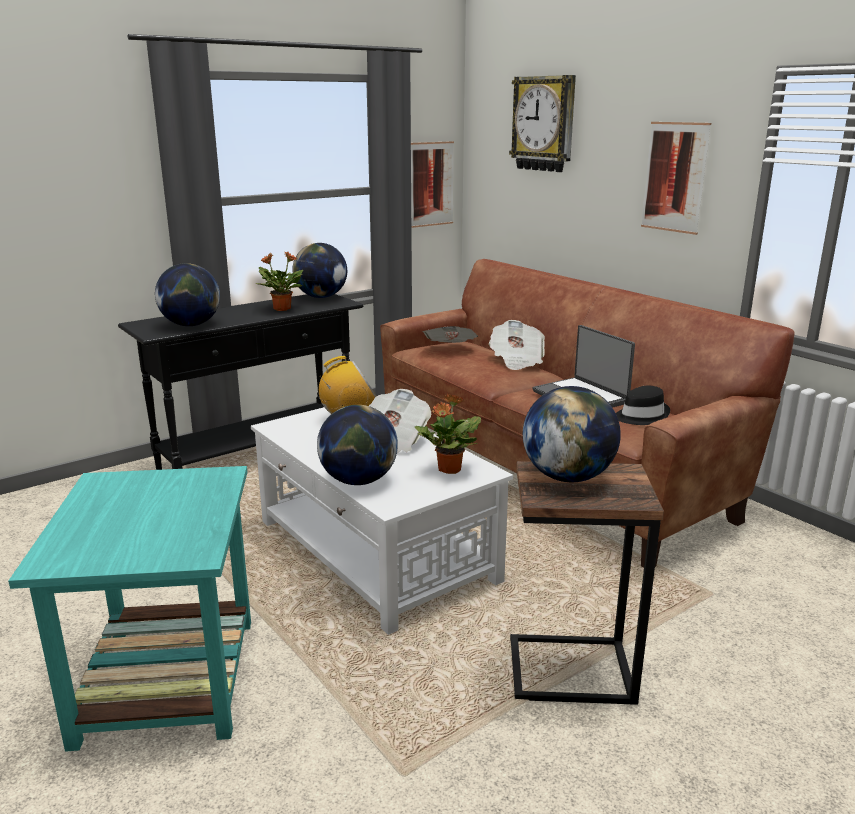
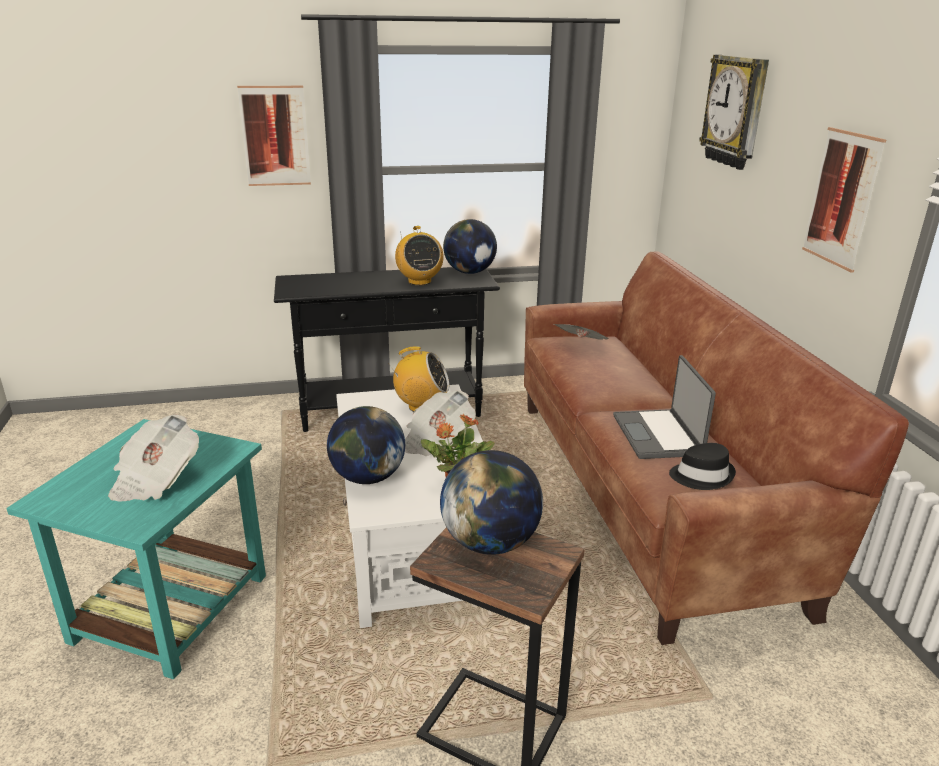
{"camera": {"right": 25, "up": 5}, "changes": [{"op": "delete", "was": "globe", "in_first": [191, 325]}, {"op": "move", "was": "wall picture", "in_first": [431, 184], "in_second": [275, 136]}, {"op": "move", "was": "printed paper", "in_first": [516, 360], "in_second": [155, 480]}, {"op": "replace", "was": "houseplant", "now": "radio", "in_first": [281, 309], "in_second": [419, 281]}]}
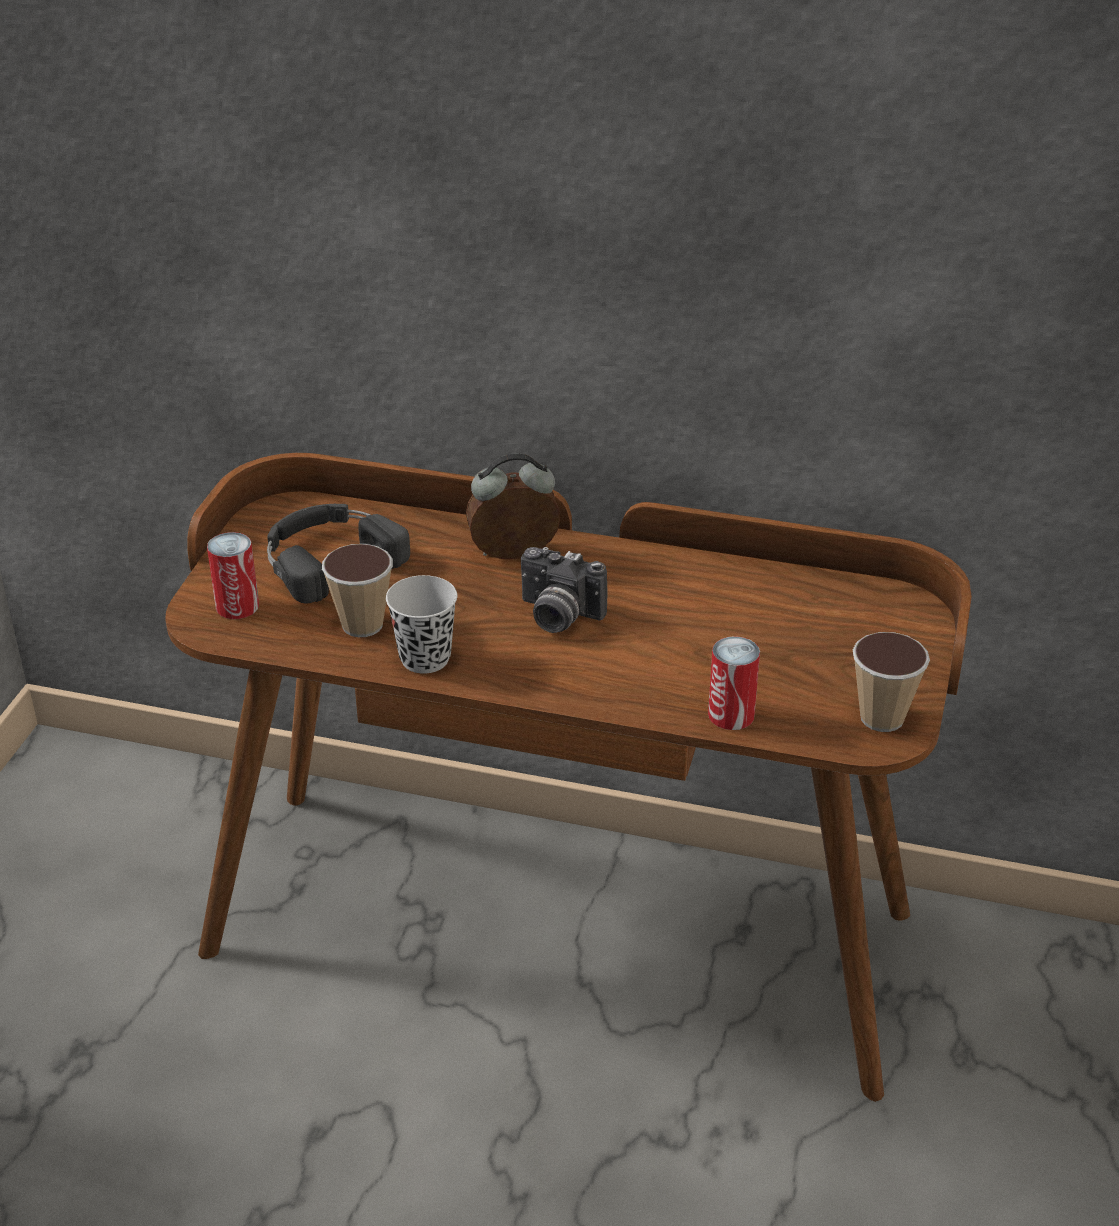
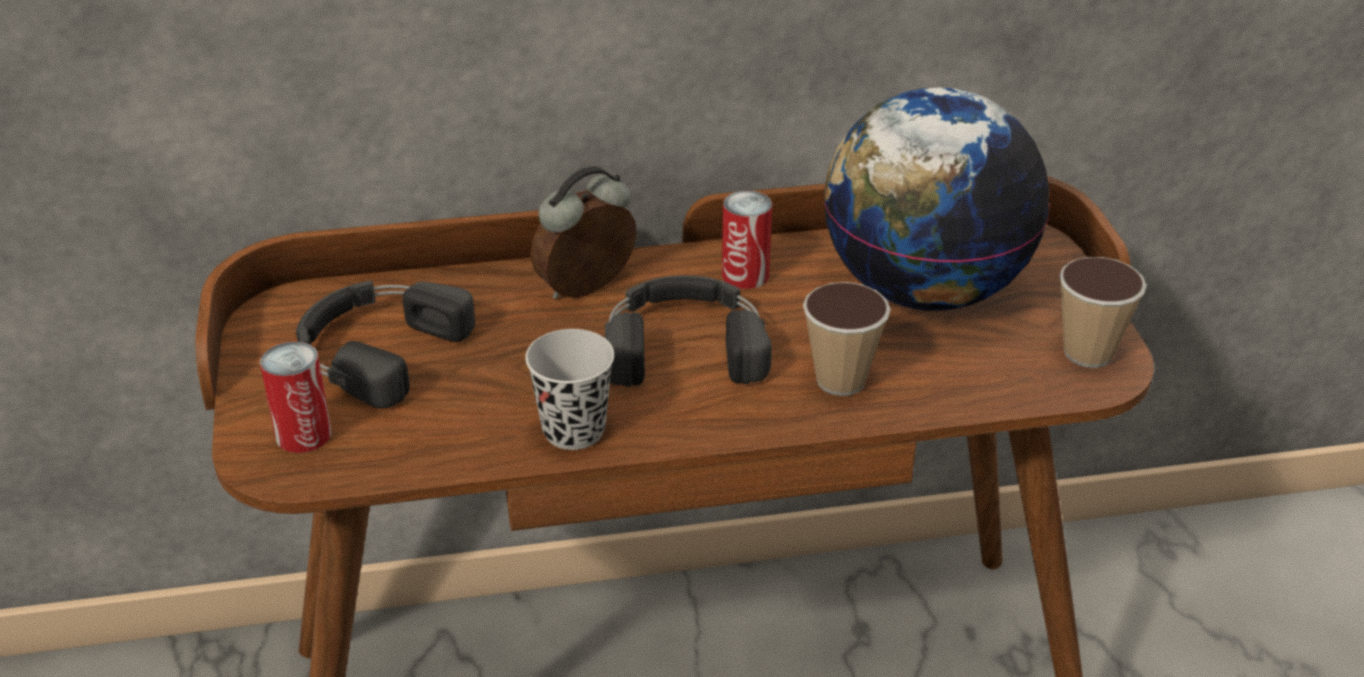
{"camera": {"right": -25, "up": 0}, "changes": [{"op": "insert", "now": "globe", "in_second": [924, 290]}, {"op": "move", "was": "drinking cup", "in_first": [362, 625], "in_second": [840, 380]}, {"op": "move", "was": "sealed can", "in_first": [731, 715], "in_second": [745, 275]}, {"op": "replace", "was": "photo camera", "now": "black pair of headphones", "in_first": [557, 616], "in_second": [684, 342]}]}
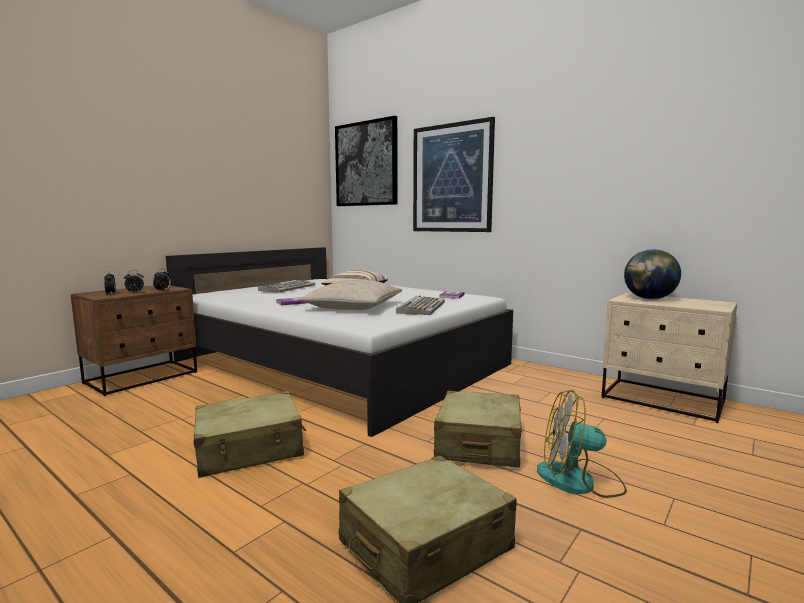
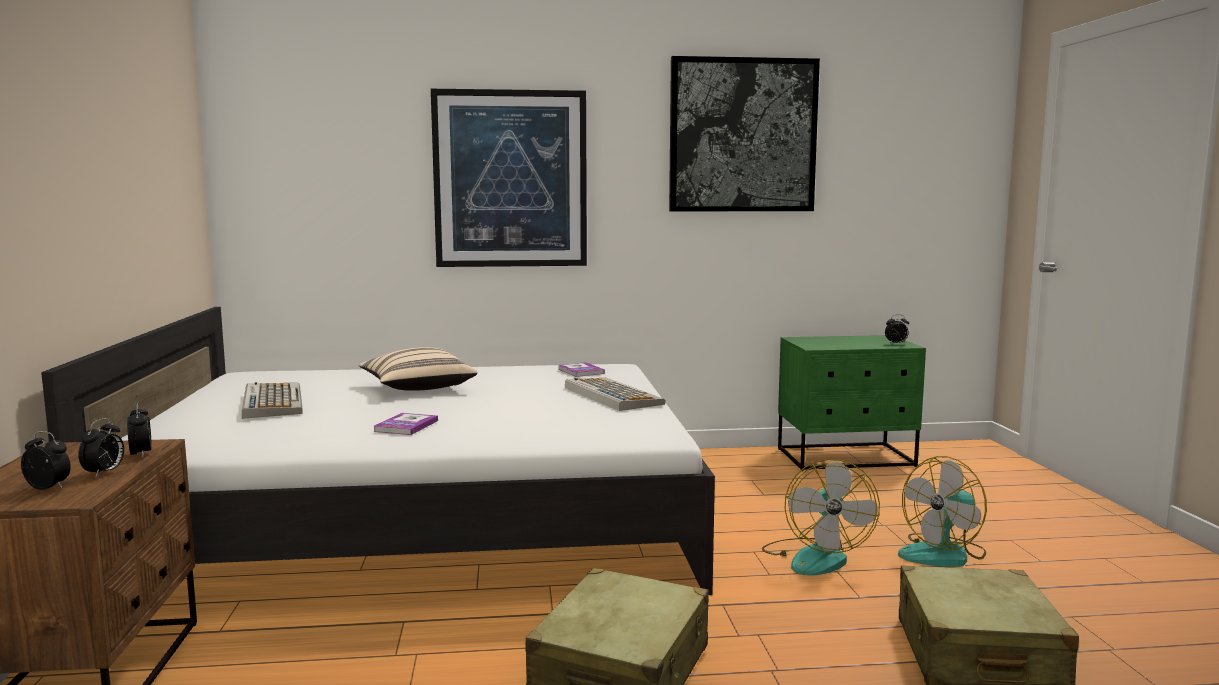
{"camera": {"right": -45, "up": 0}, "changes": [{"op": "delete", "was": "beige-coloured throw pillow", "in_first": [353, 307]}, {"op": "delete", "was": "globe", "in_first": [649, 299]}, {"op": "insert", "now": "alarm clock", "in_second": [896, 344]}, {"op": "move", "was": "wall picture", "in_first": [366, 164], "in_second": [742, 135]}, {"op": "replace", "was": "beige-coloured travel case", "now": "electric fan", "in_first": [478, 444], "in_second": [815, 557]}, {"op": "recolor", "was": "beige-coloured nightstand", "now": "green-coloured nightstand", "in_first": [662, 400], "in_second": [846, 458]}]}
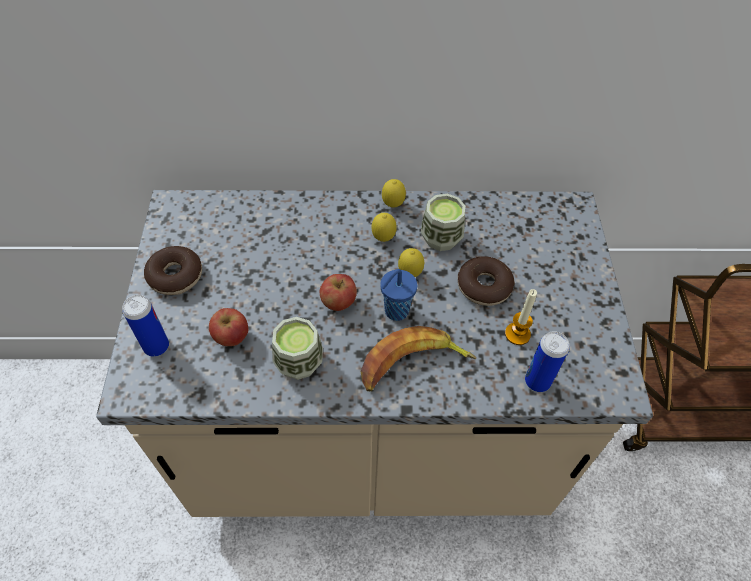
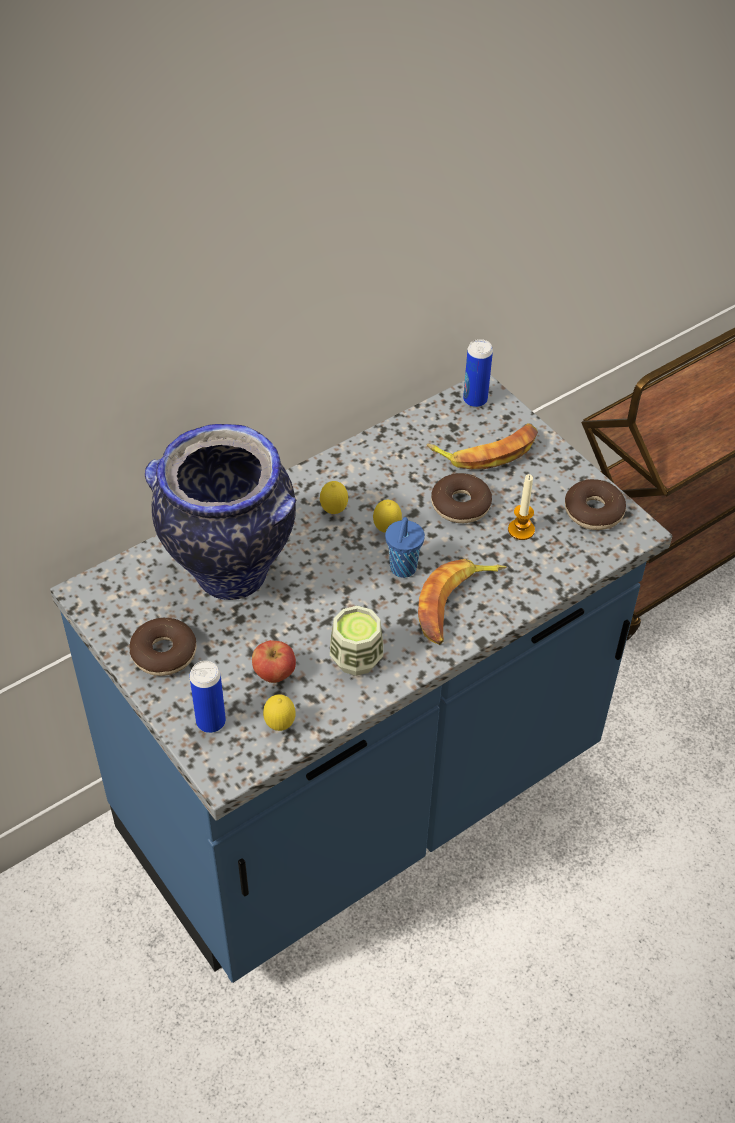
{"camera": {"right": -35, "up": -5}, "changes": [{"op": "delete", "was": "apple fruit", "in_first": [338, 302]}, {"op": "delete", "was": "drinking cup", "in_first": [441, 238]}, {"op": "insert", "now": "flower vase", "in_second": [229, 575]}, {"op": "insert", "now": "banana fruit", "in_second": [487, 451]}, {"op": "insert", "now": "doughnut", "in_second": [593, 511]}, {"op": "move", "was": "whole lemon", "in_first": [393, 205], "in_second": [280, 725]}, {"op": "move", "was": "sealed can", "in_first": [537, 381], "in_second": [475, 400]}, {"op": "recolor", "was": "beige-coloured kitchen base unit", "now": "blue kitchen base unit", "in_first": [371, 447], "in_second": [362, 800]}]}
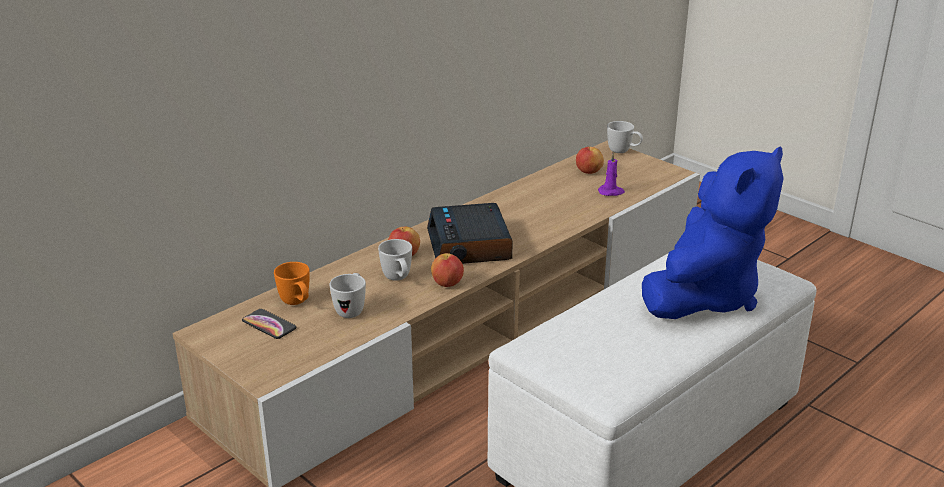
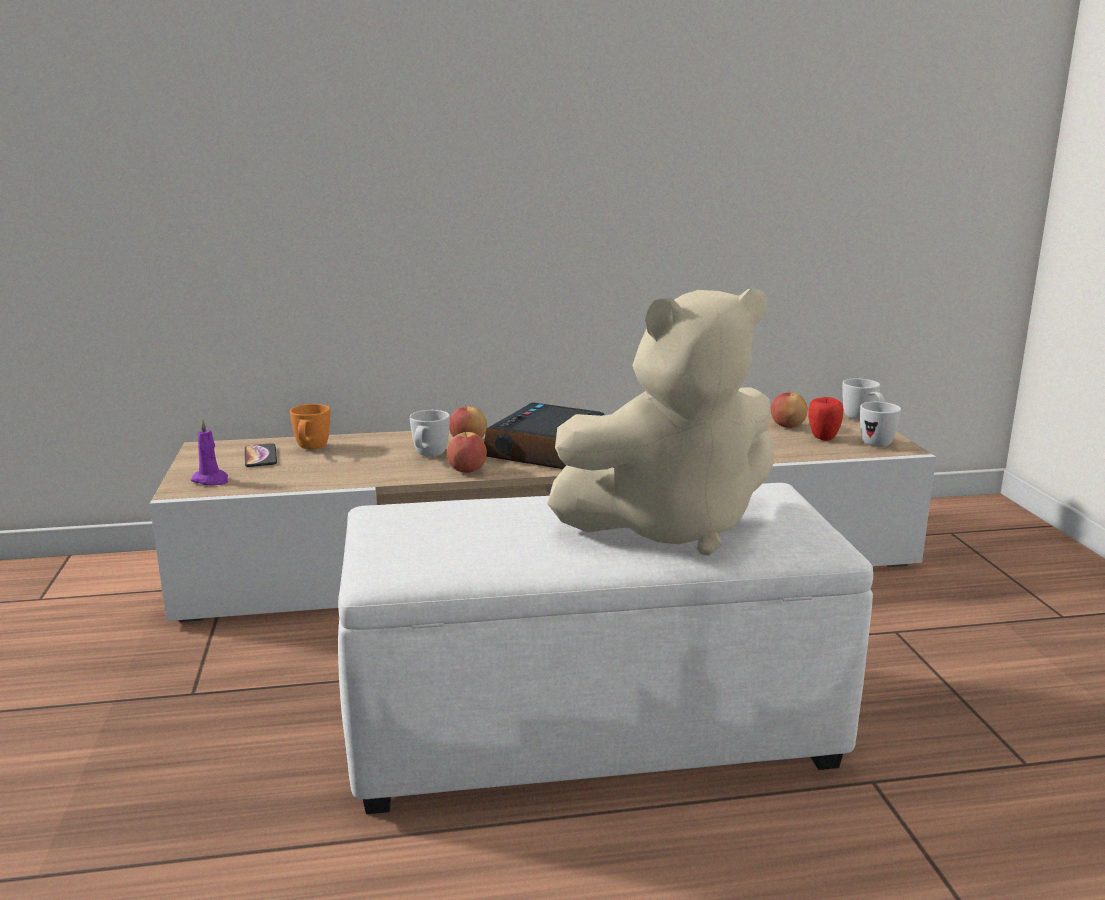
{"camera": {"right": 35, "up": -10}, "changes": [{"op": "insert", "now": "apple fruit", "in_second": [823, 438]}, {"op": "move", "was": "white-coloured coffee mug", "in_first": [351, 309], "in_second": [880, 442]}, {"op": "move", "was": "purple-coloured wax candle", "in_first": [611, 192], "in_second": [211, 480]}, {"op": "recolor", "was": "blue cuddly toy", "now": "beige-coloured cuddly toy", "in_first": [704, 296], "in_second": [670, 526]}]}
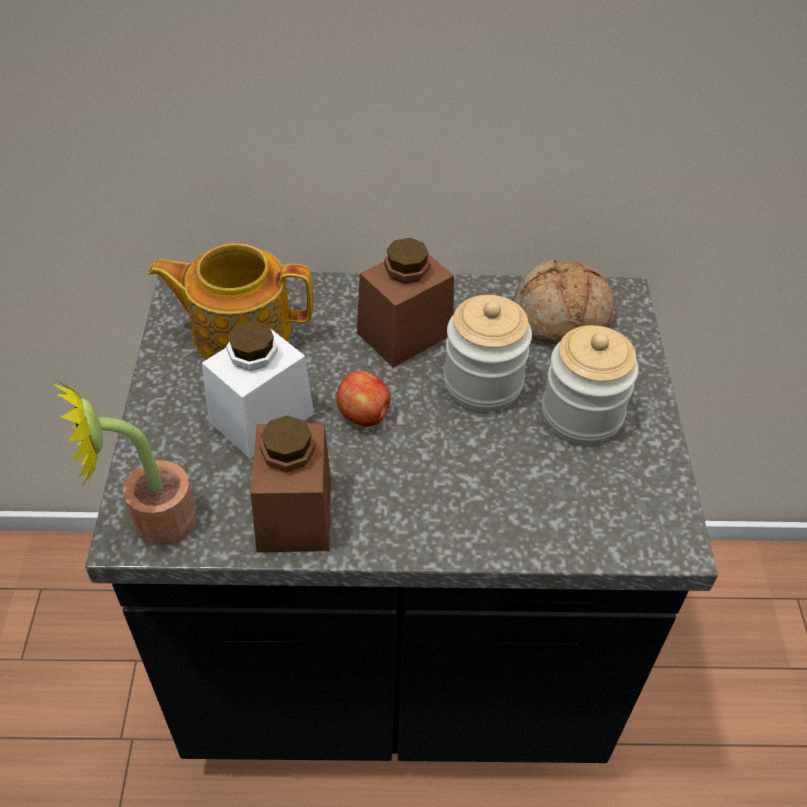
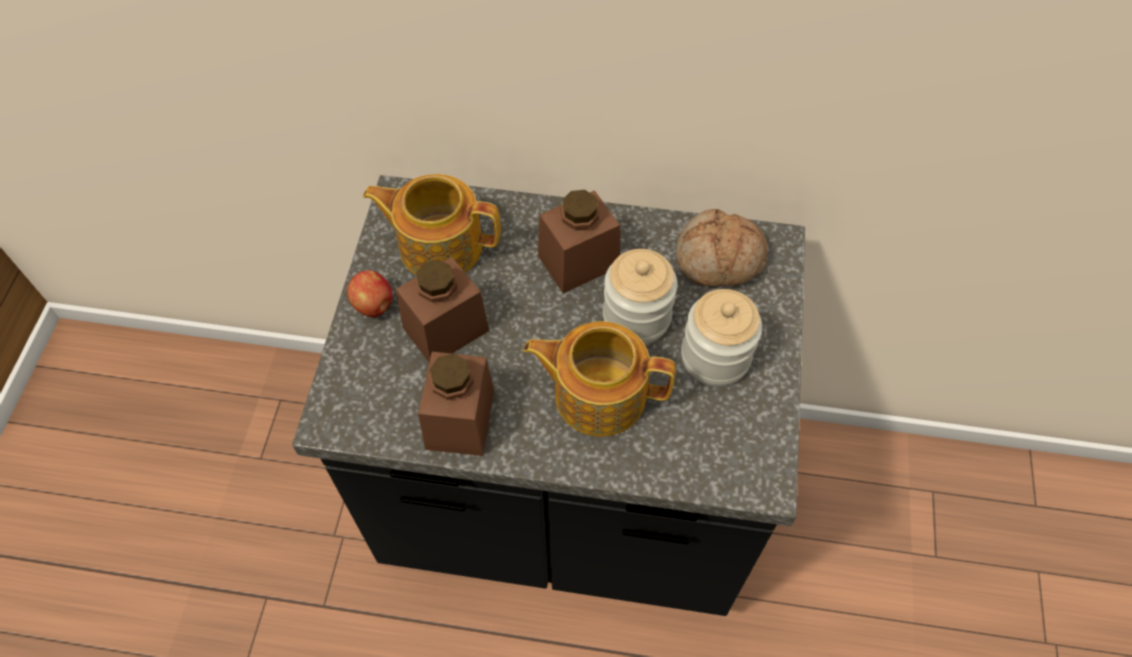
{"camera": {"right": 10, "up": 10}, "changes": [{"op": "delete", "was": "houseplant", "in_first": [151, 523]}, {"op": "insert", "now": "pot for tea", "in_second": [598, 393]}, {"op": "move", "was": "apple fruit", "in_first": [364, 416], "in_second": [374, 305]}, {"op": "recolor", "was": "white-coloured jar", "now": "brown jar", "in_first": [261, 417], "in_second": [446, 329]}]}
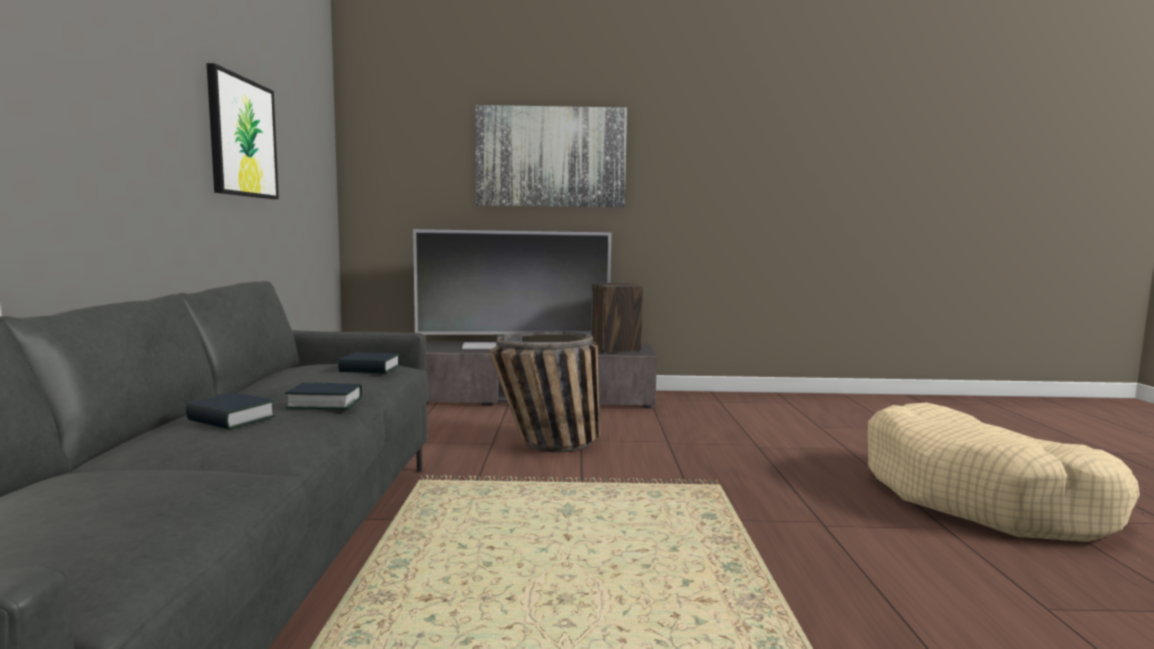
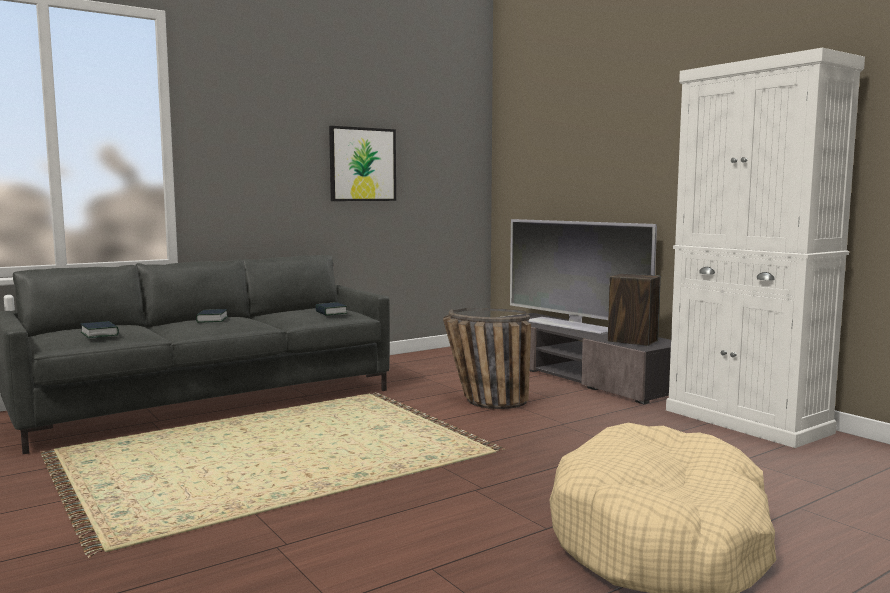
{"camera": {"right": 55, "up": 0}, "changes": [{"op": "delete", "was": "wall picture", "in_first": [551, 157]}, {"op": "insert", "now": "white-coloured cabinet", "in_second": [746, 421]}, {"op": "move", "was": "volume", "in_first": [325, 403], "in_second": [99, 334]}]}
